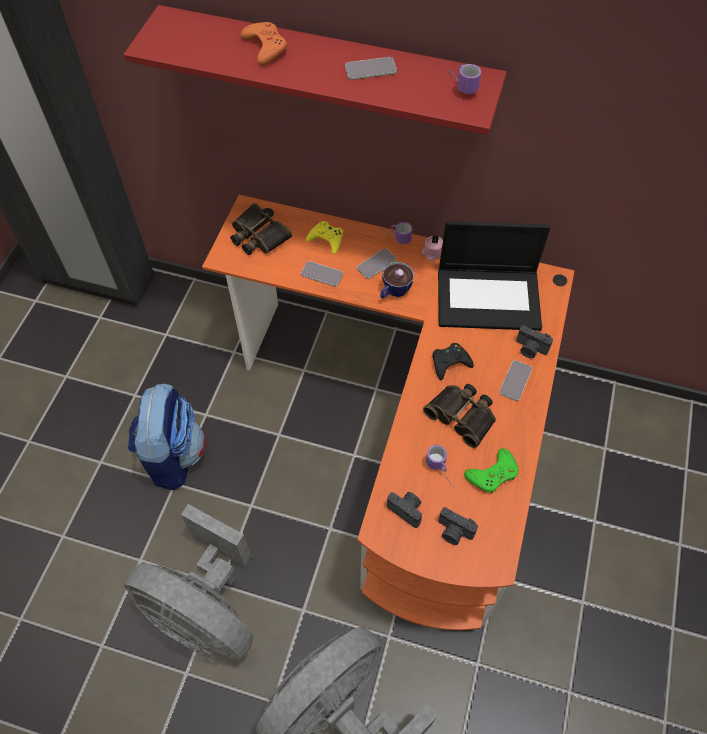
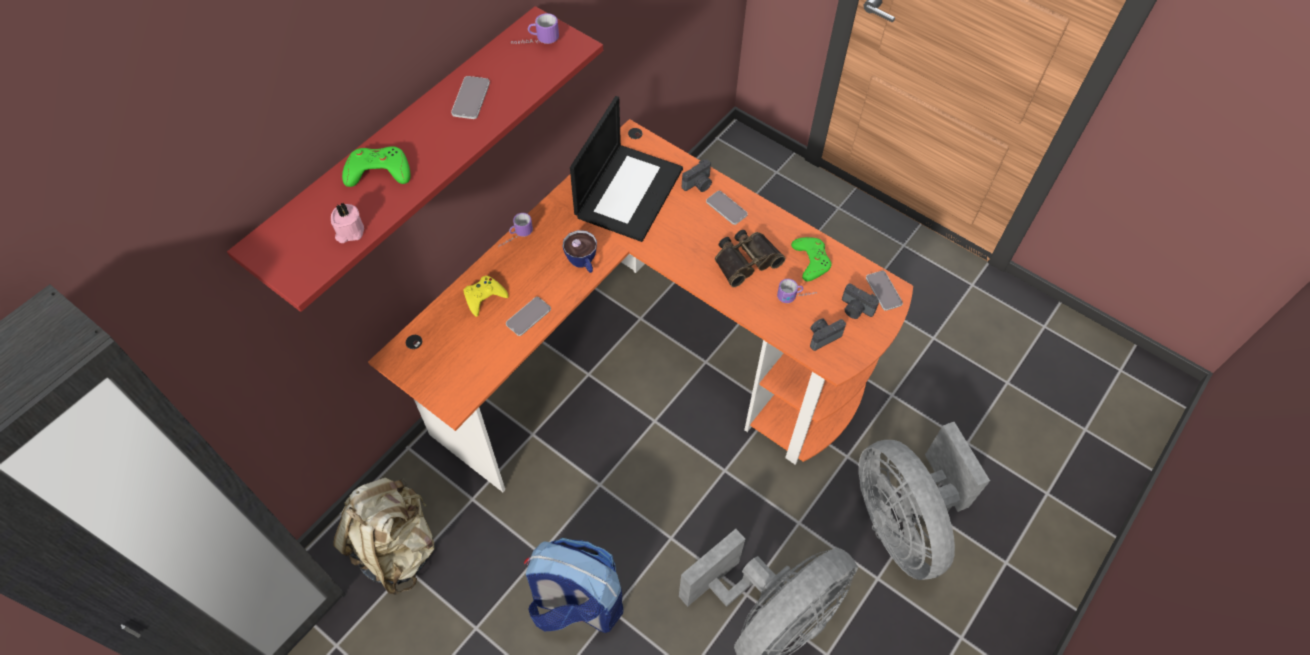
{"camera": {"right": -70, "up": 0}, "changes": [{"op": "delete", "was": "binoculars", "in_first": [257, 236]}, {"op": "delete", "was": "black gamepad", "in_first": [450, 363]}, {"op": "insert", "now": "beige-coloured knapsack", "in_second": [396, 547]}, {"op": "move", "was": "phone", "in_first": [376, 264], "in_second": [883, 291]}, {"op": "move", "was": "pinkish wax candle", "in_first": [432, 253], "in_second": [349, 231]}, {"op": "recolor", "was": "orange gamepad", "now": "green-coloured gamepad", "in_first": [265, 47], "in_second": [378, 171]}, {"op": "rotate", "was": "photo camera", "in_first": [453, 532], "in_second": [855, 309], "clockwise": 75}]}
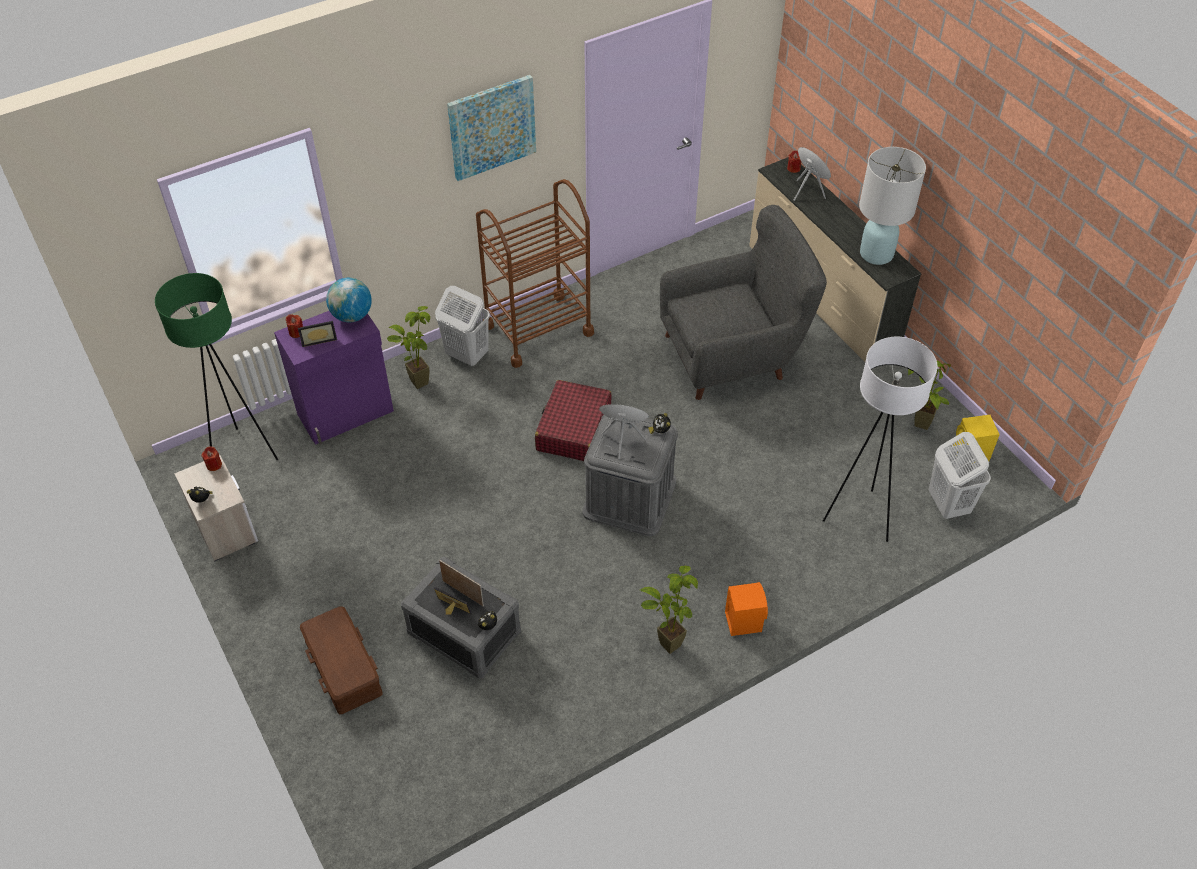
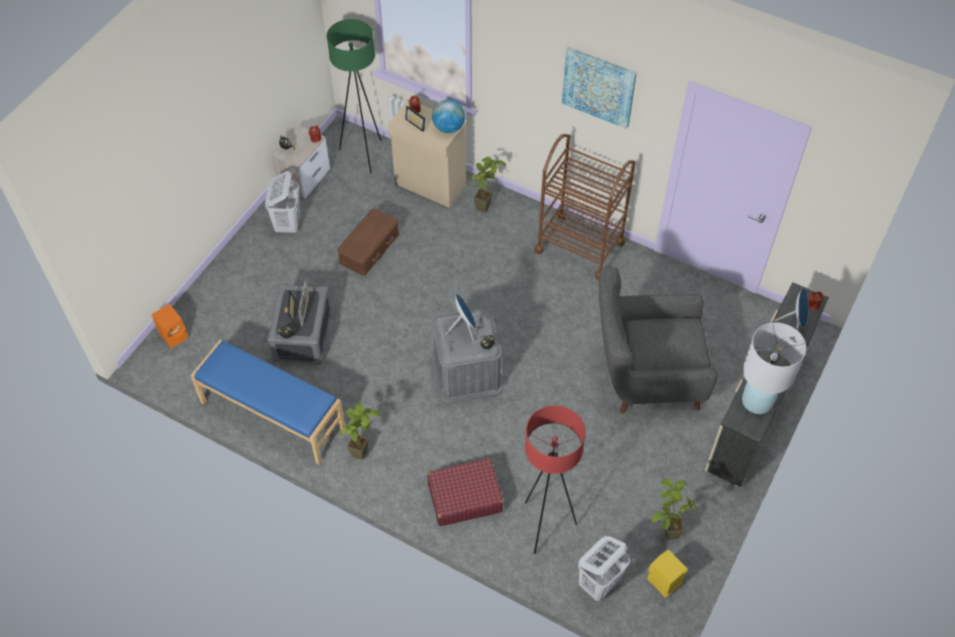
{"camera": {"right": 60, "up": 5}, "changes": [{"op": "insert", "now": "blue bench", "in_second": [272, 415]}, {"op": "move", "was": "brown storage box", "in_first": [342, 667], "in_second": [369, 247]}, {"op": "move", "was": "white-coloured laundry basket", "in_first": [466, 355], "in_second": [288, 224]}, {"op": "move", "was": "reddish travel case", "in_first": [573, 429], "in_second": [464, 497]}, {"op": "move", "was": "orange loudspeaker", "in_first": [743, 620], "in_second": [174, 335]}, {"op": "recolor", "was": "purple-coloured cabinet", "now": "beige-coloured cabinet", "in_first": [346, 413], "in_second": [430, 185]}, {"op": "recolor", "was": "white-coloured standing lamp", "now": "reddish standing lamp", "in_first": [859, 517], "in_second": [545, 525]}, {"op": "rotate", "was": "greyish lounge chair", "in_first": [732, 355], "in_second": [646, 375], "clockwise": 135}]}
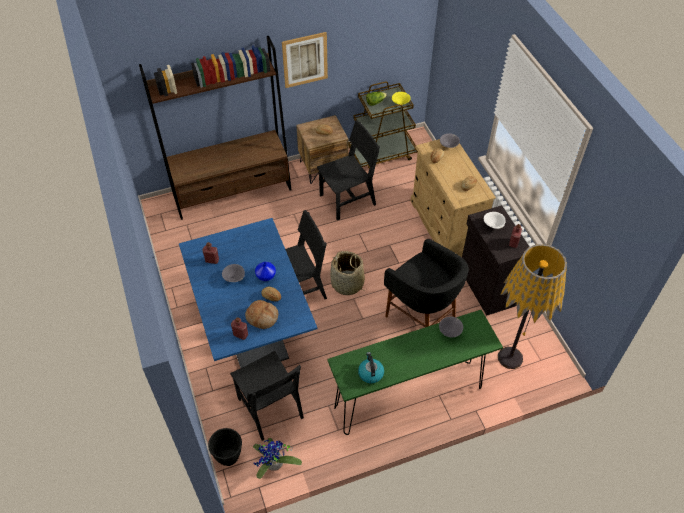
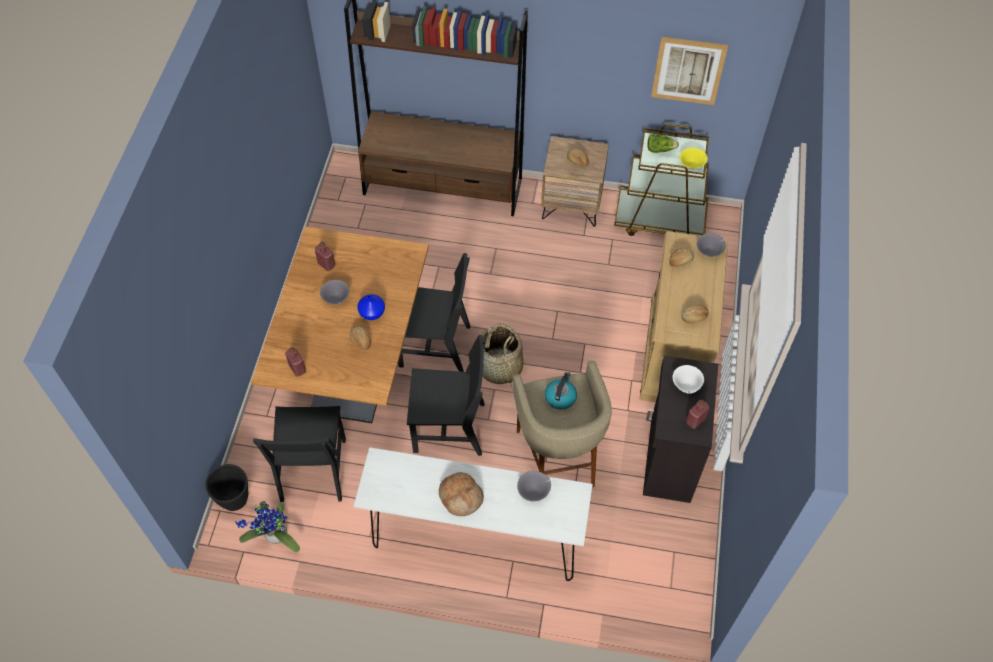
{"camera": {"right": 30, "up": 5}, "changes": [{"op": "delete", "was": "standing lamp", "in_first": [510, 357]}, {"op": "move", "was": "bakery bread", "in_first": [262, 317], "in_second": [461, 497]}, {"op": "move", "was": "wall picture", "in_first": [305, 60], "in_second": [688, 70]}, {"op": "move", "was": "black plain chair", "in_first": [347, 200], "in_second": [449, 428]}, {"op": "move", "was": "water kettle", "in_first": [370, 373], "in_second": [560, 397]}, {"op": "recolor", "was": "blue dinner table", "now": "brown dinner table", "in_first": [253, 330], "in_second": [355, 368]}, {"op": "recolor", "was": "green-coloured narrow table", "now": "white-coloured narrow table", "in_first": [408, 397], "in_second": [475, 544]}, {"op": "recolor", "was": "black stool seat", "now": "beige-coloured stool seat", "in_first": [421, 320], "in_second": [557, 458]}]}
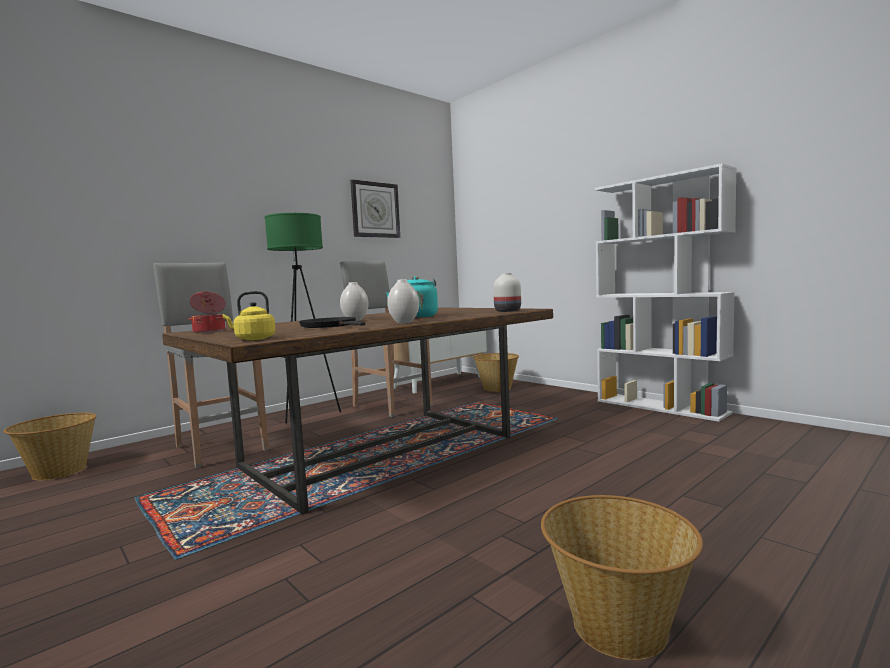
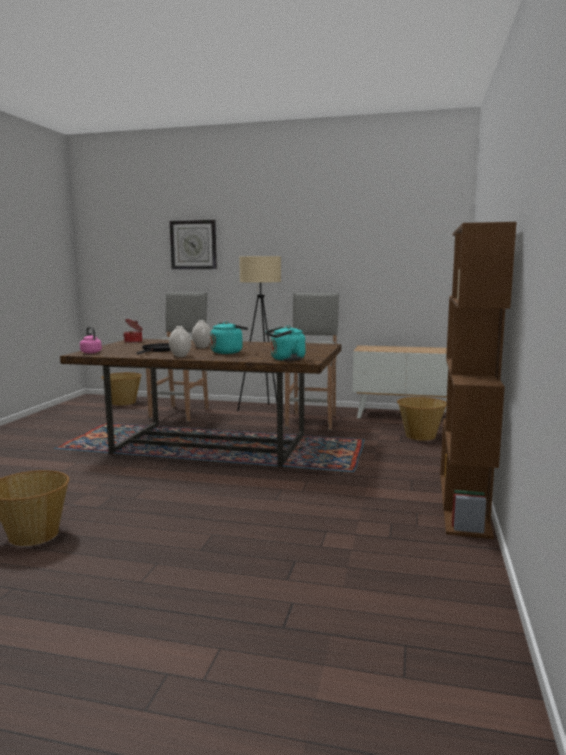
{"camera": {"right": 55, "up": 5}, "changes": [{"op": "move", "was": "clock on the wall", "in_first": [375, 210], "in_second": [193, 245]}, {"op": "replace", "was": "white-coloured flower vase", "now": "turquoise-coloured water kettle", "in_first": [507, 311], "in_second": [285, 359]}, {"op": "recolor", "was": "yellowish water kettle", "now": "pinkish water kettle", "in_first": [253, 339], "in_second": [90, 352]}, {"op": "recolor", "was": "green-coloured standing lamp", "now": "beige-coloured standing lamp", "in_first": [308, 414], "in_second": [262, 410]}, {"op": "recolor", "was": "white-coloured shelving unit", "now": "brown shelving unit", "in_first": [661, 407], "in_second": [464, 504]}]}
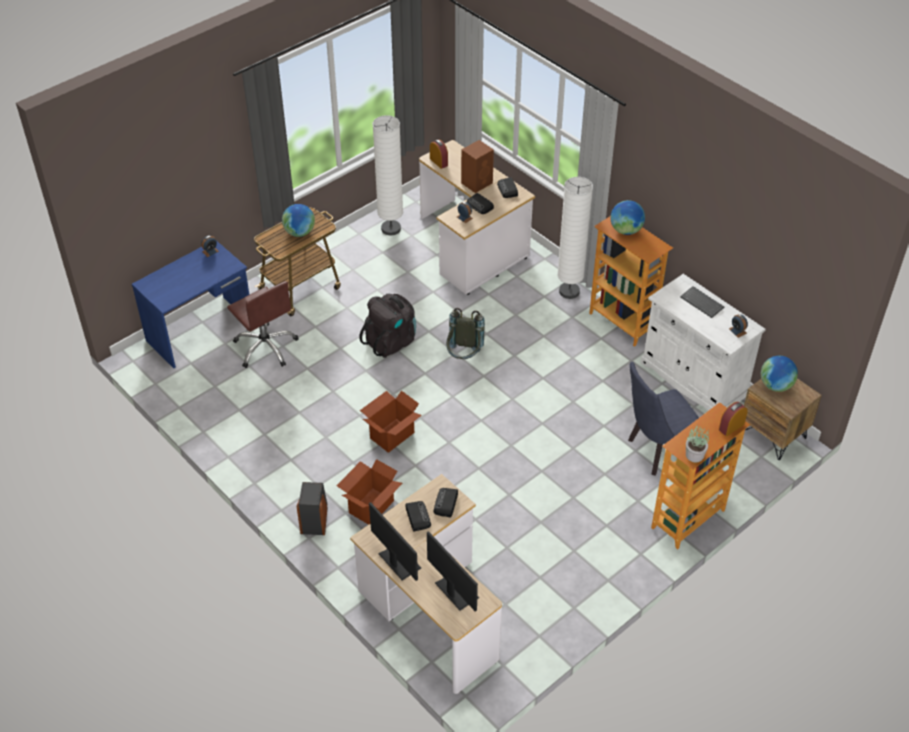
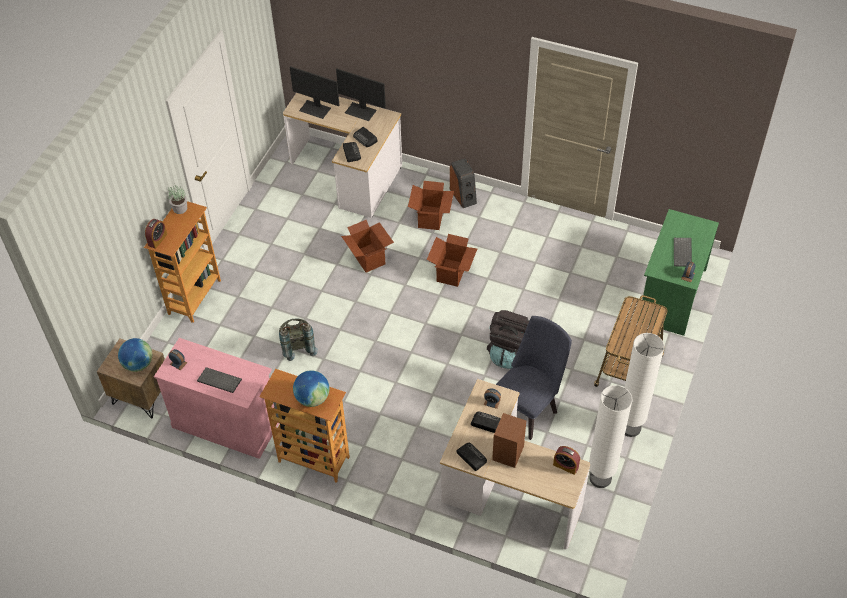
{"camera": {"right": 155, "up": 5}, "changes": [{"op": "delete", "was": "brown office chair", "in_first": [266, 347]}, {"op": "delete", "was": "globe", "in_first": [300, 232]}, {"op": "insert", "now": "cardboard box", "in_second": [369, 258]}, {"op": "insert", "now": "computer keyboard", "in_second": [683, 253]}, {"op": "move", "was": "greyish knapsack", "in_first": [464, 357], "in_second": [297, 346]}, {"op": "move", "was": "white-coloured standing lamp", "in_first": [569, 291], "in_second": [630, 428]}, {"op": "move", "was": "blue plain chair", "in_first": [655, 452], "in_second": [528, 409]}, {"op": "recolor", "was": "blue desk", "now": "green-coloured desk", "in_first": [201, 332], "in_second": [671, 295]}, {"op": "recolor", "was": "white-coloured cabinet", "now": "pinkish cabinet", "in_first": [693, 379], "in_second": [226, 424]}]}
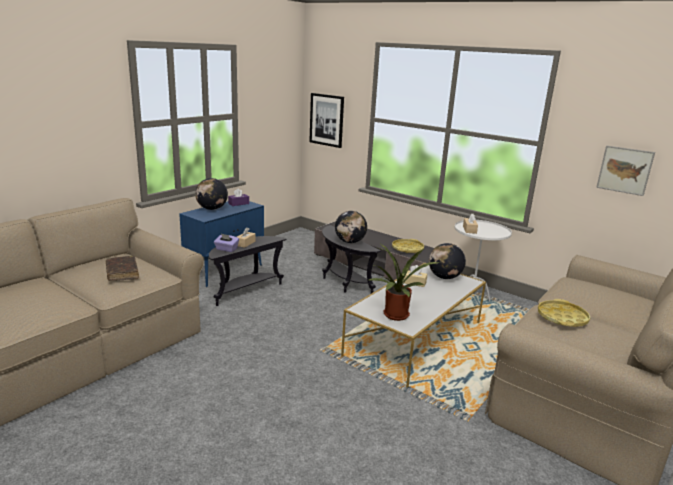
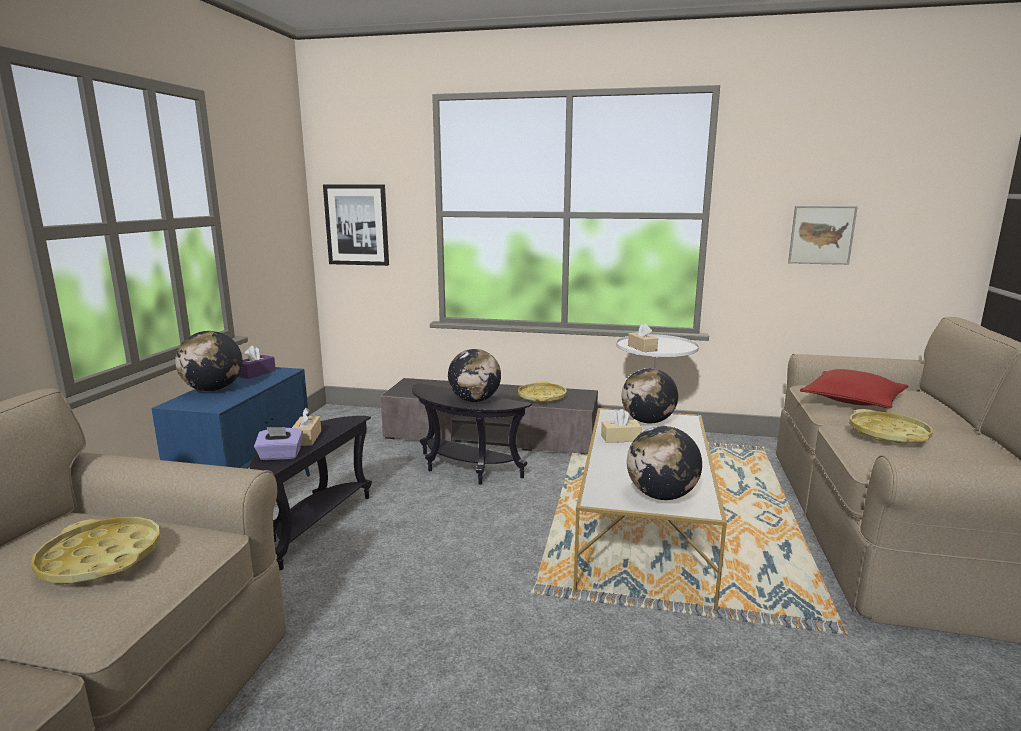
{"camera": {"right": -25, "up": -5}, "changes": [{"op": "insert", "now": "reddish throw pillow", "in_second": [852, 400]}, {"op": "replace", "was": "brown volume", "now": "yellowish carrying tray", "in_first": [122, 273], "in_second": [101, 559]}, {"op": "replace", "was": "houseplant", "now": "globe", "in_first": [395, 316], "in_second": [661, 495]}]}
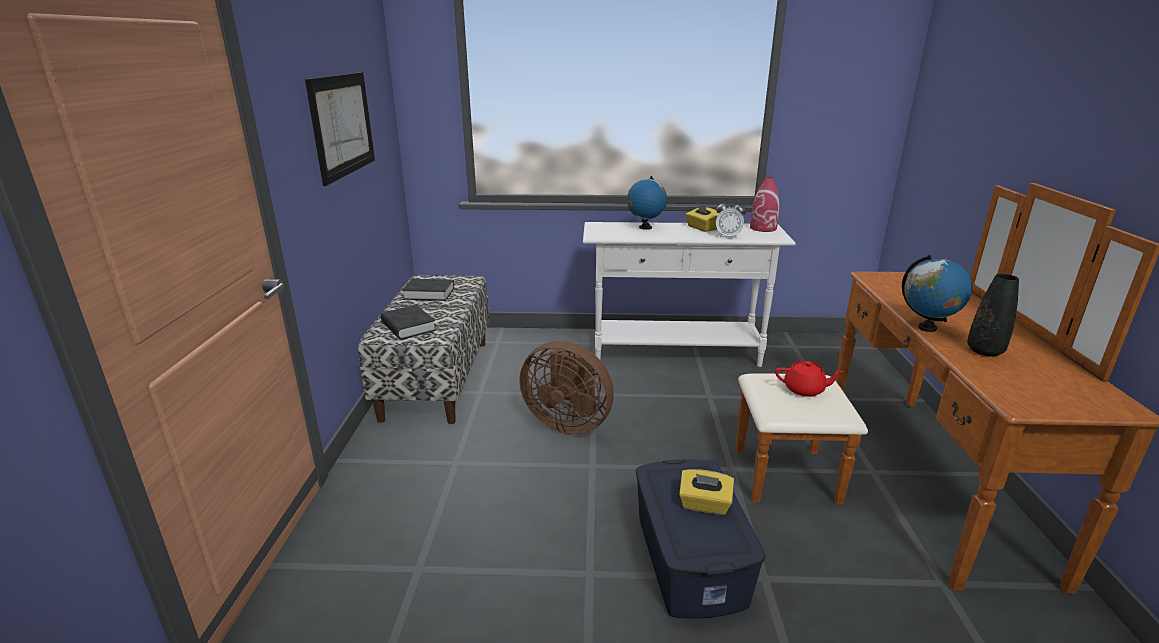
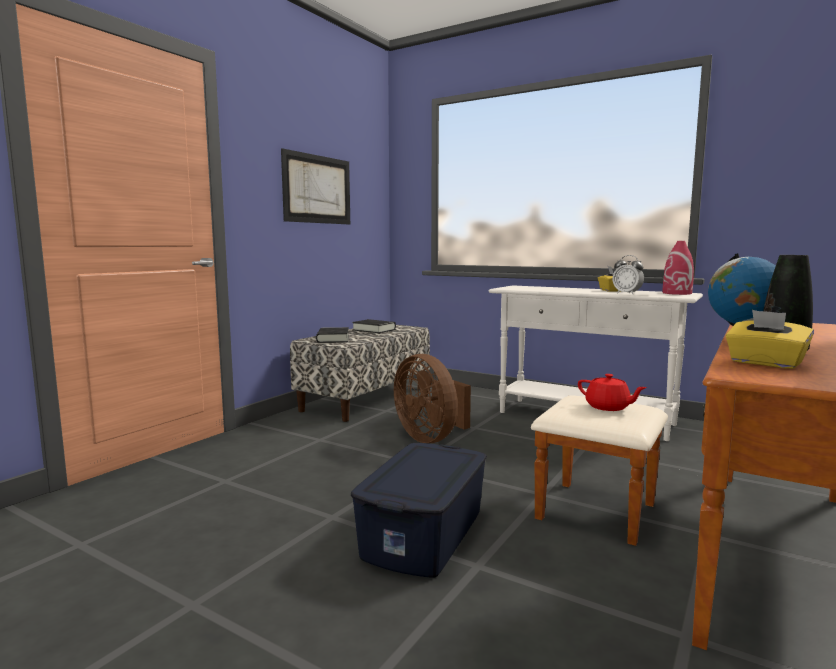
{"camera": {"right": 30, "up": -15}, "changes": [{"op": "delete", "was": "globe", "in_first": [645, 227]}, {"op": "move", "was": "yellowish tissue holder", "in_first": [704, 505], "in_second": [765, 363]}]}
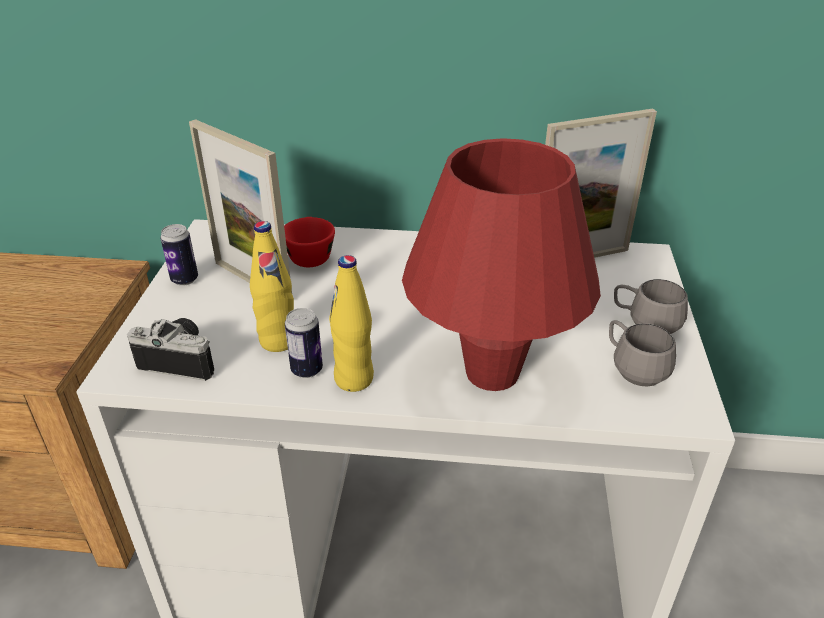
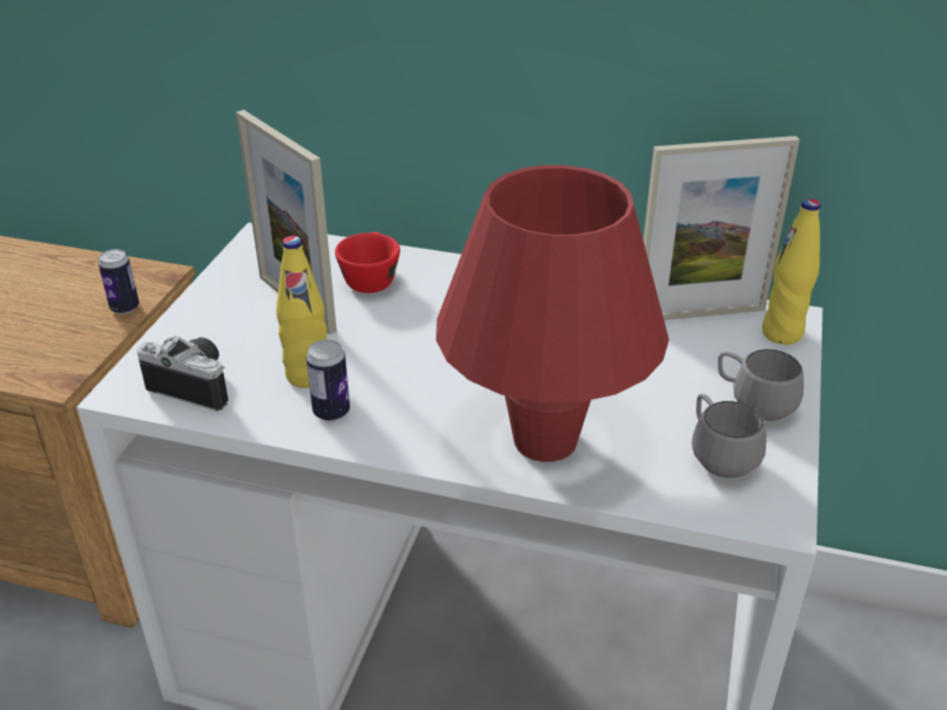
{"camera": {"right": 10, "up": 0}, "changes": [{"op": "move", "was": "sealed can", "in_first": [184, 279], "in_second": [125, 308]}, {"op": "move", "was": "yellowish drink bottle", "in_first": [354, 379], "in_second": [782, 334]}]}
